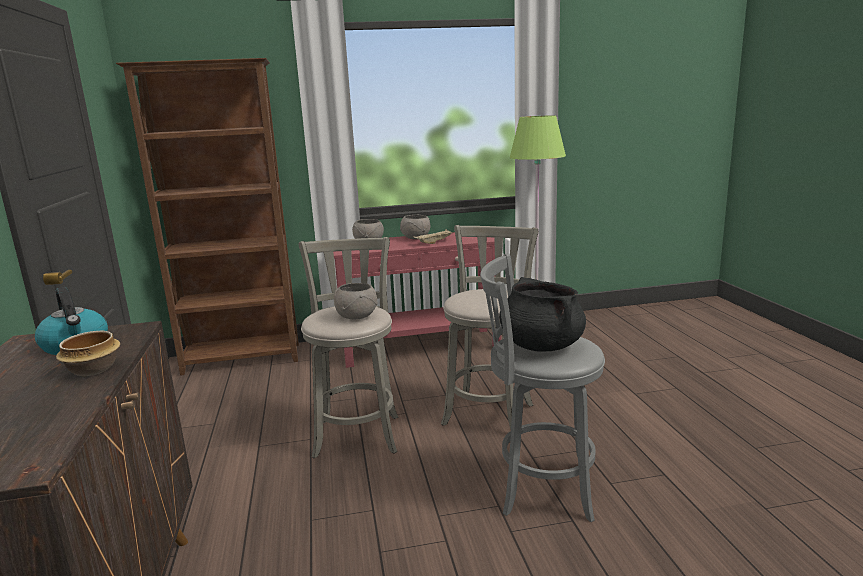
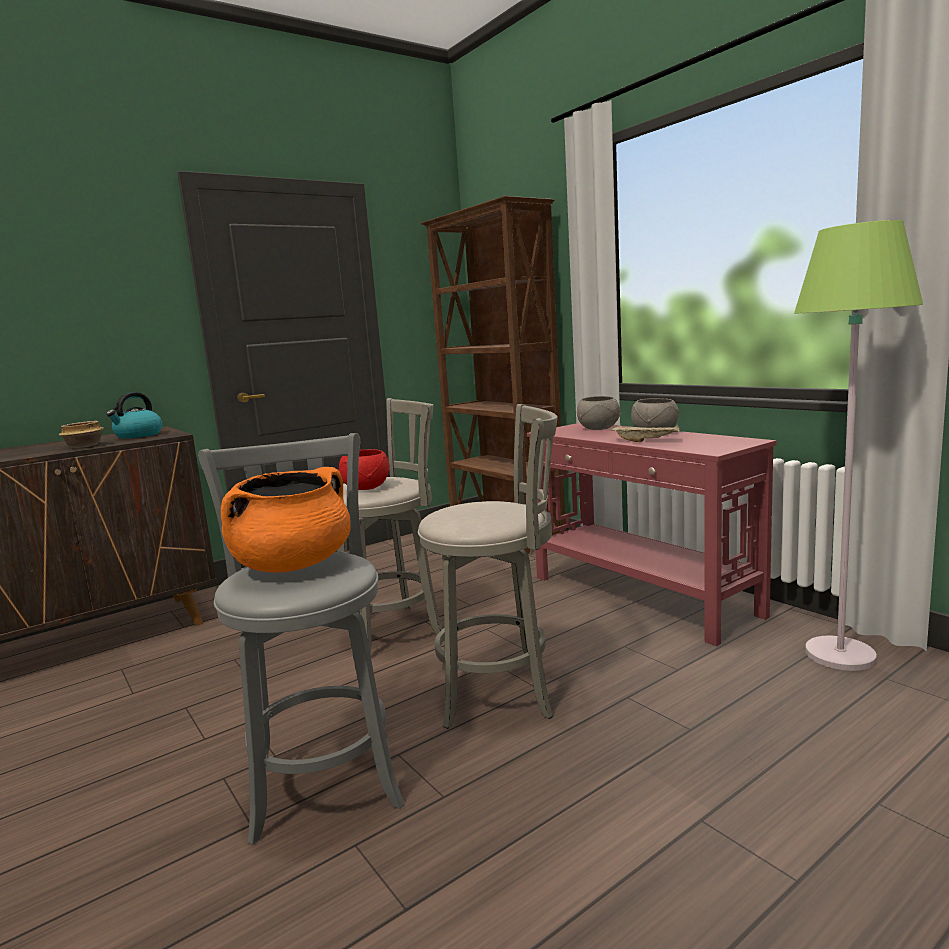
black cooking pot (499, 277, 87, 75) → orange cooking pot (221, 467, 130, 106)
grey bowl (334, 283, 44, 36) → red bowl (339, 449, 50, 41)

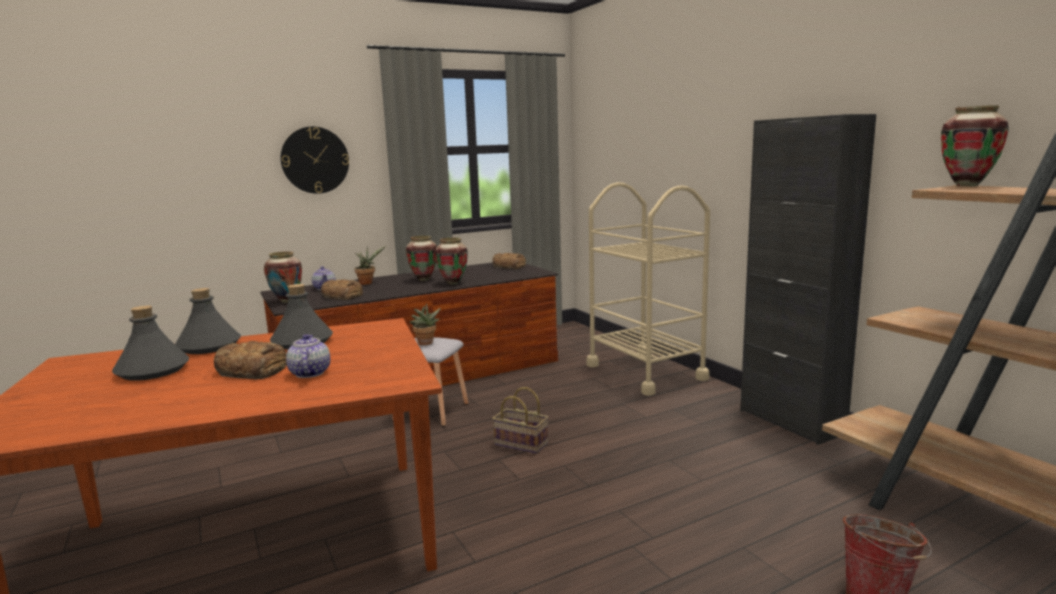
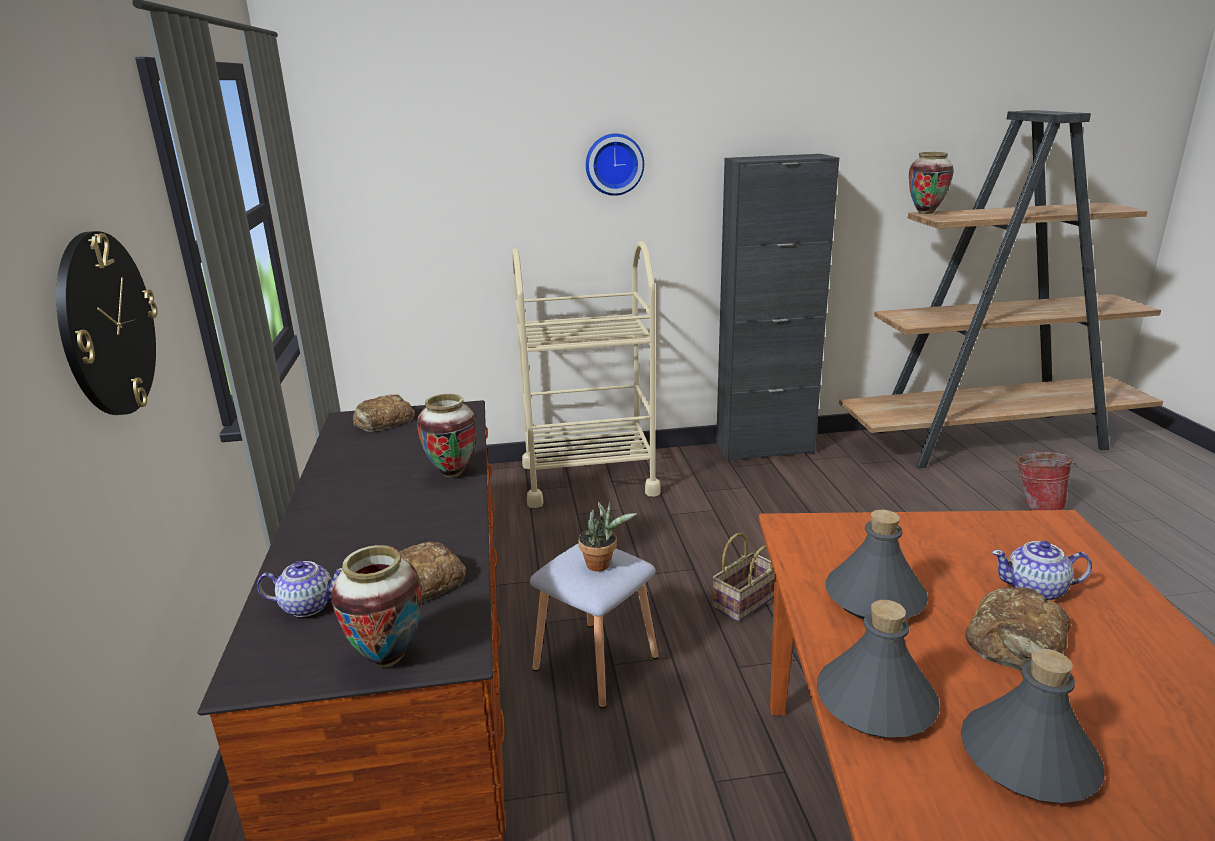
vase (406, 236, 31, 45) → -
potted plant (355, 246, 31, 39) → -
- → wall clock (586, 134, 58, 62)

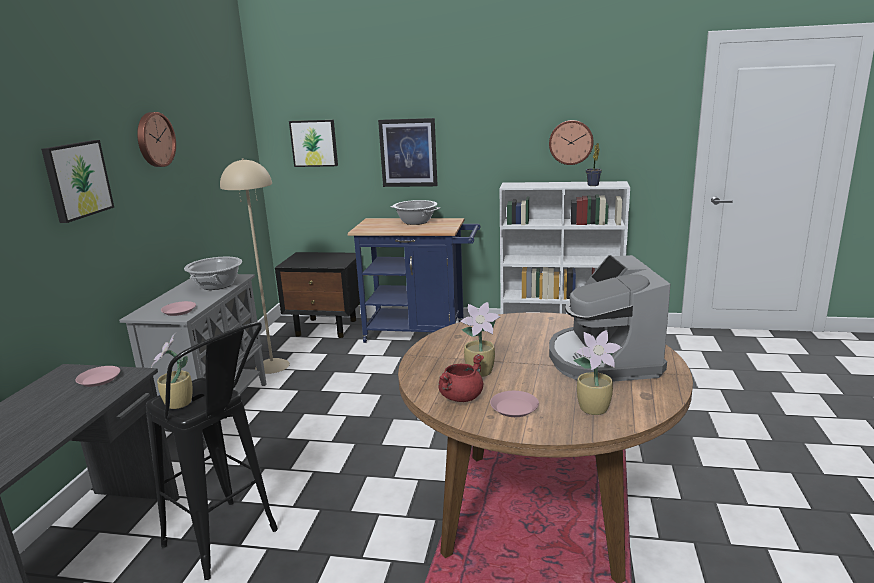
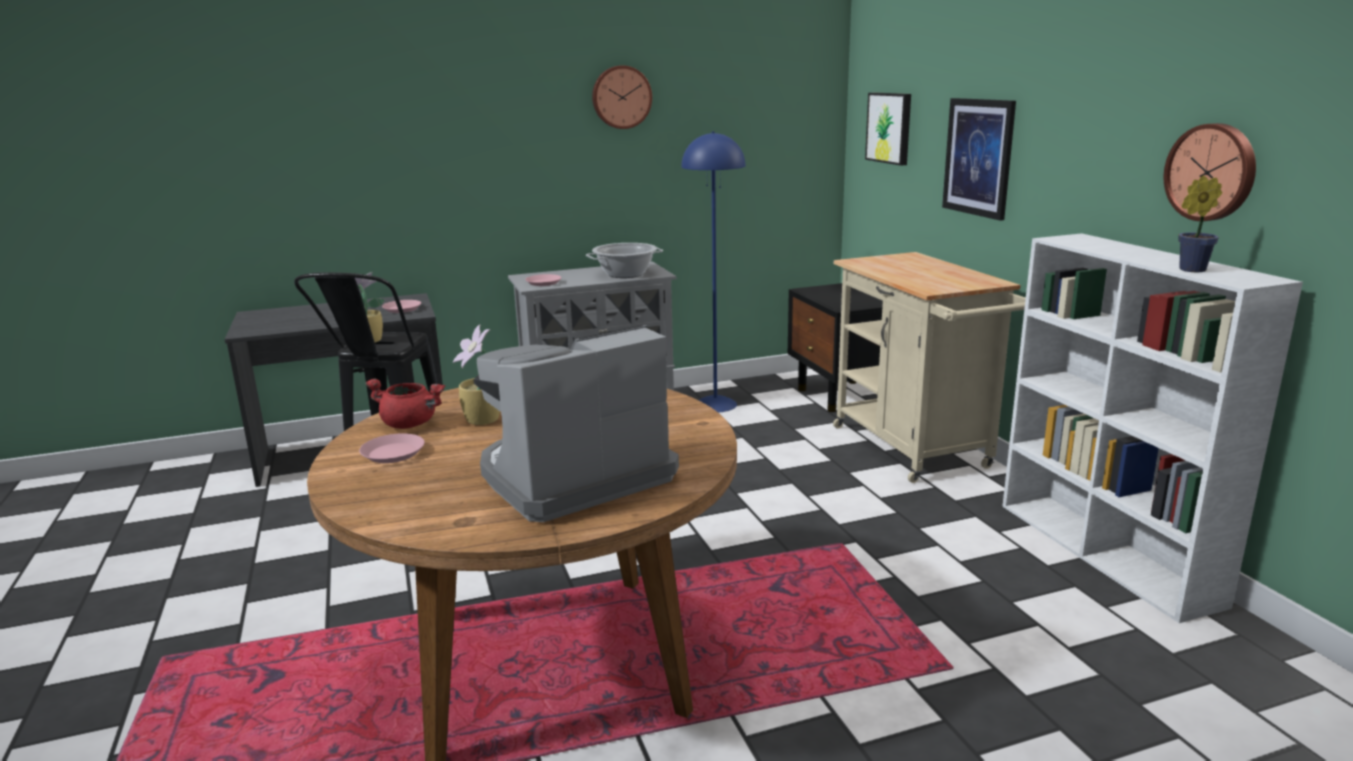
picture (41, 140, 73, 83) → -
beige floor lamp (220, 158, 70, 216) → blue floor lamp (681, 131, 65, 281)
cooking pot (391, 200, 49, 25) → -
blue cart (347, 218, 133, 125) → beige cart (833, 252, 193, 231)
potted plant (573, 330, 49, 85) → -

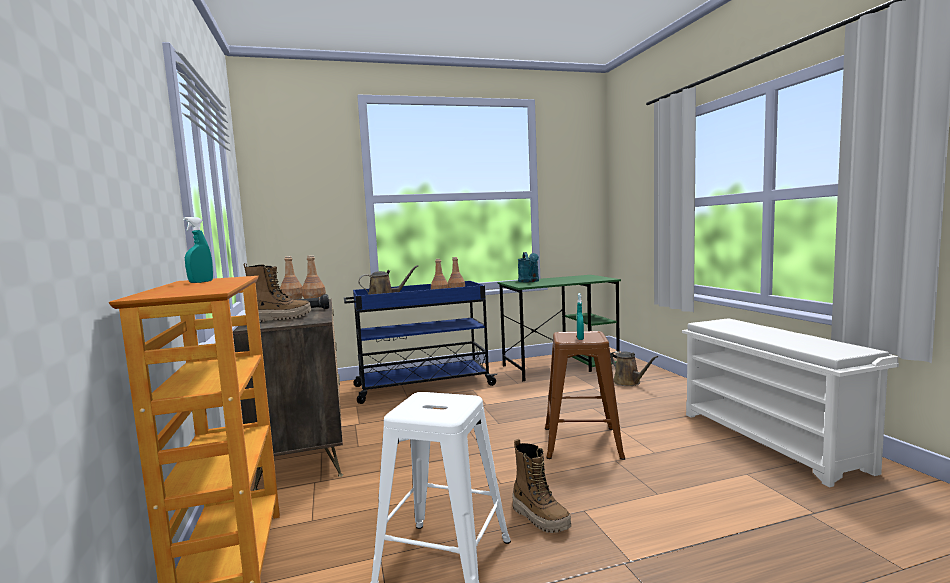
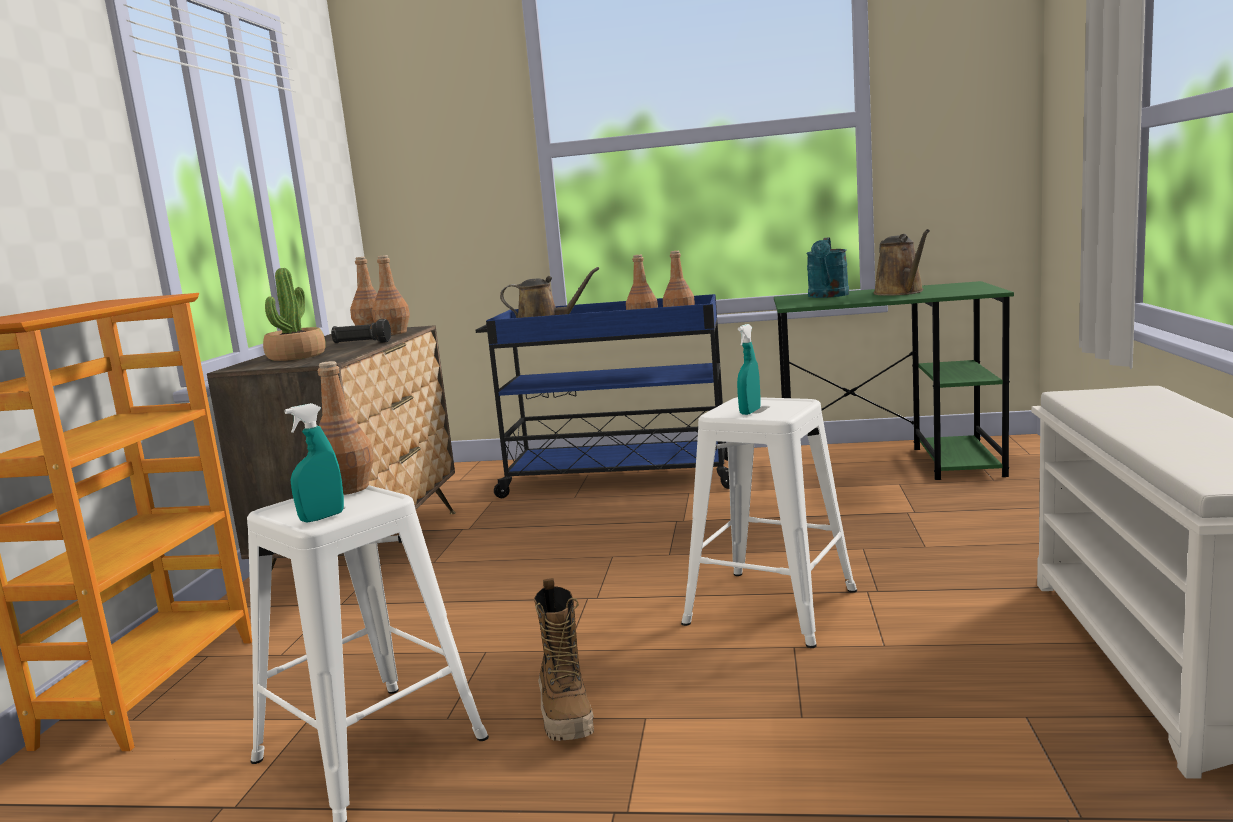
turquoise spray bottle (183, 217, 30, 66) → turquoise spray bottle (284, 403, 60, 120), move
boot (243, 263, 68, 59) → potted plant (263, 268, 63, 93)
brown stool (545, 331, 80, 129) → white stool (681, 397, 176, 251)
brown watering can (610, 351, 48, 35) → brown watering can (873, 229, 57, 67), move
- → brown bottle (317, 361, 57, 134)

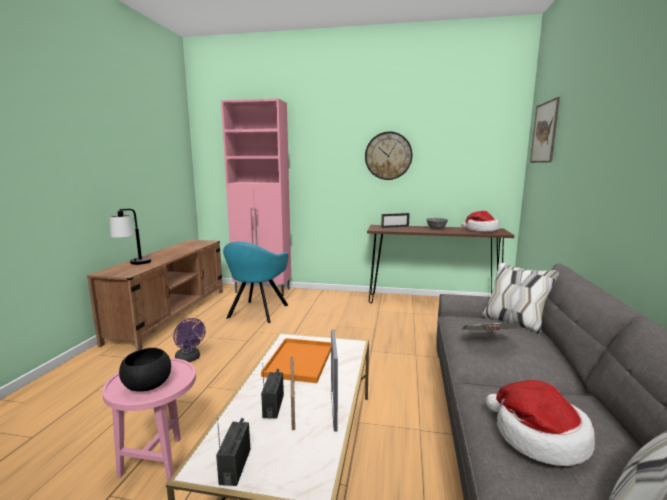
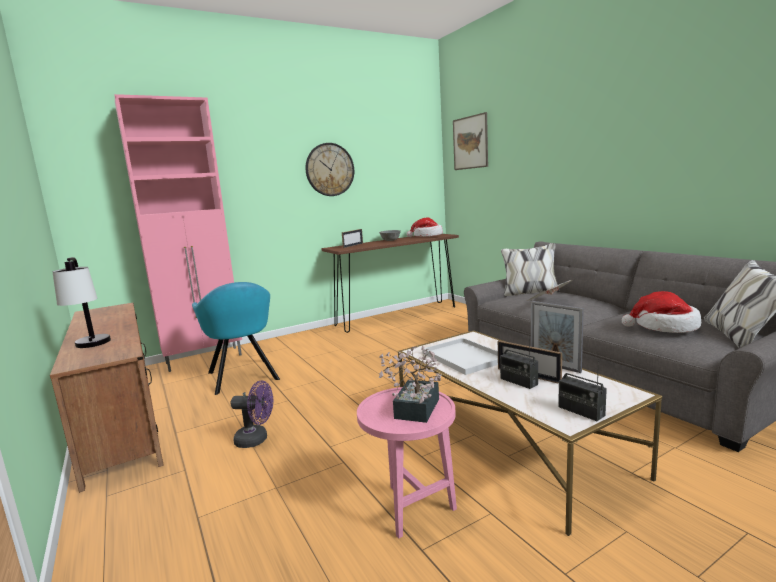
orange tray (261, 338, 70, 45) → white tray (422, 338, 76, 37)
black bowl (119, 348, 52, 44) → potted plant (379, 346, 63, 77)

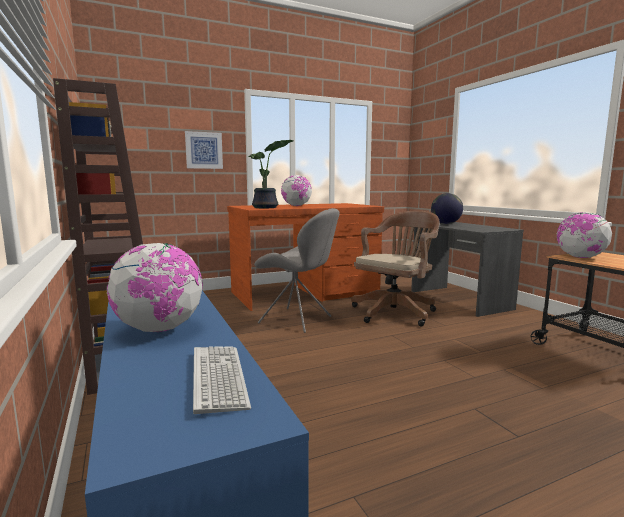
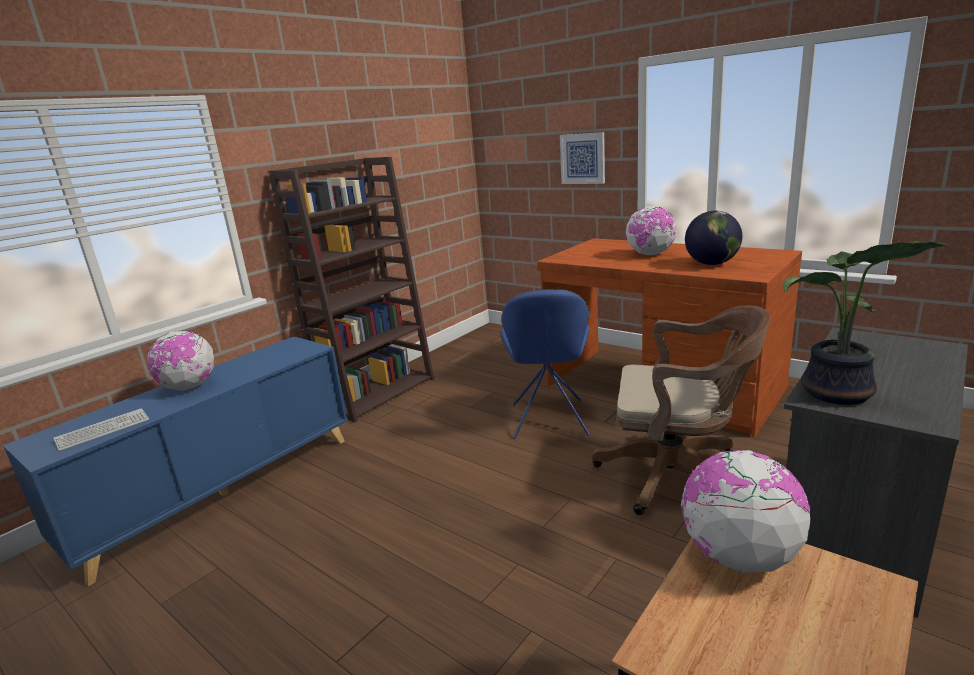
potted plant (248, 140, 45, 68) → potted plant (782, 241, 166, 164), move
globe (431, 193, 32, 31) → globe (685, 211, 57, 54), move
grey chair (254, 208, 86, 125) → blue chair (500, 289, 90, 150)

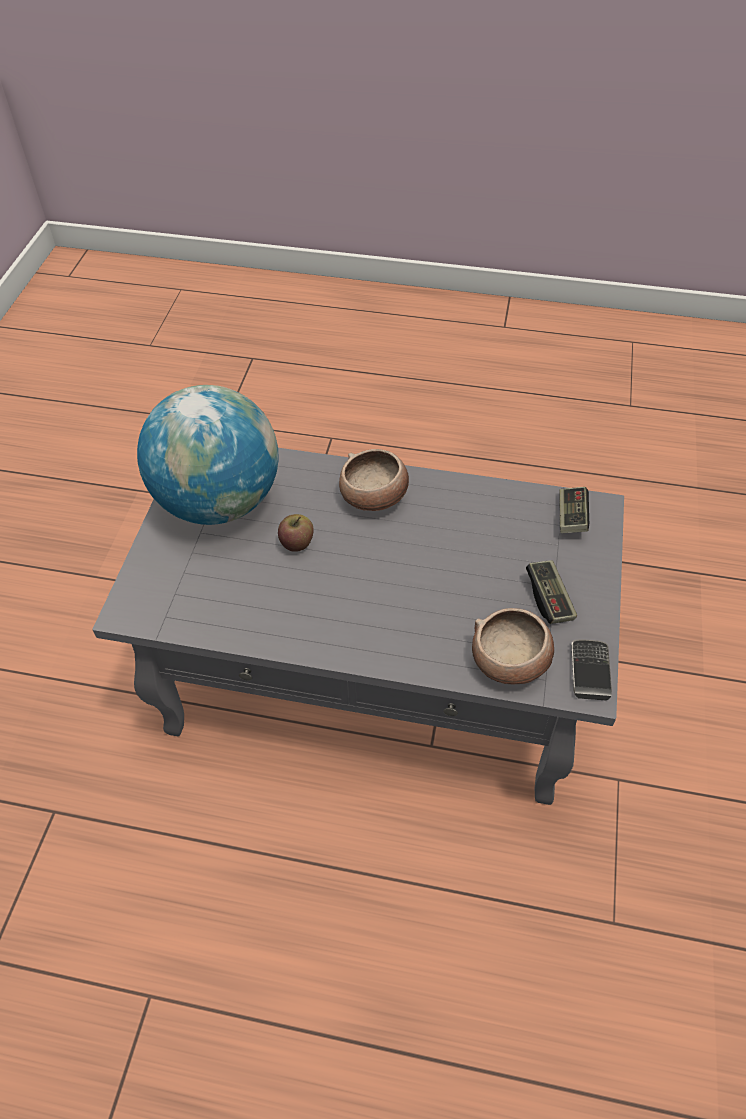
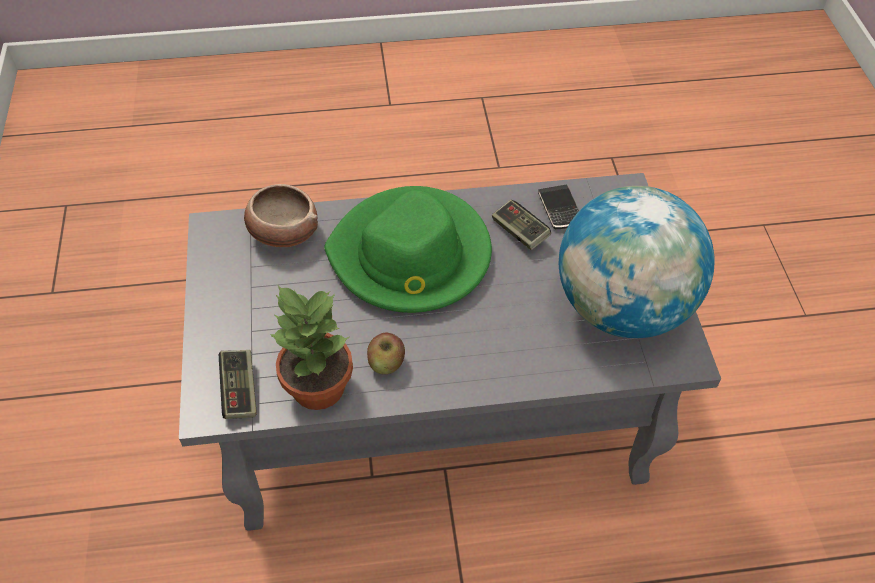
bowl (339, 449, 70, 62) → -
apple (278, 514, 36, 38) → apple (367, 333, 38, 41), move
game controller (526, 560, 51, 64) → game controller (492, 200, 59, 50), move
phone (571, 639, 41, 61) → phone (538, 185, 41, 44), move
- → green hat (324, 186, 168, 127)
- → potted plant (269, 286, 84, 124)

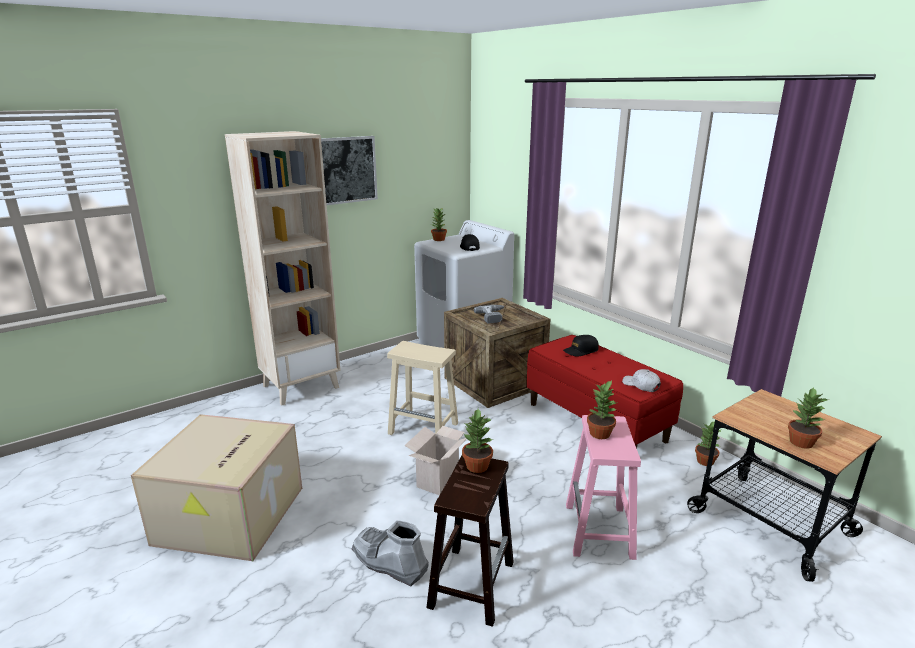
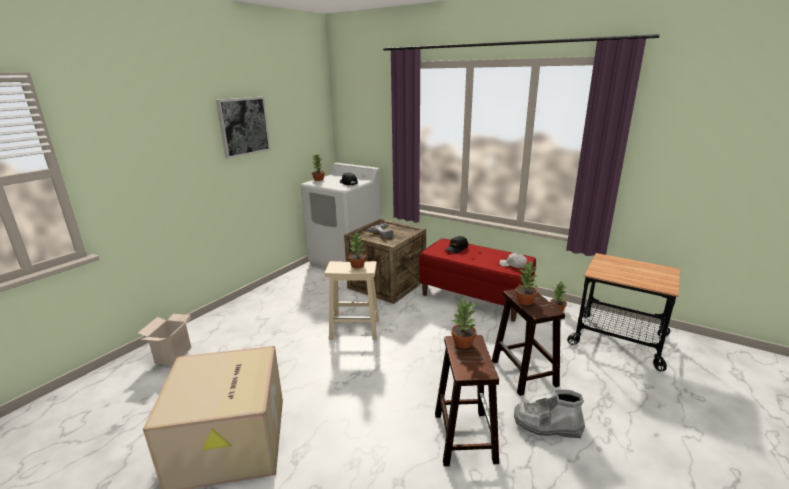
beige bookcase (225, 131, 115, 275) → -
potted plant (788, 387, 42, 62) → potted plant (348, 232, 18, 36), move
pink stool (566, 415, 75, 145) → brown stool (492, 289, 73, 107)
cardboard box (404, 426, 63, 69) → cardboard box (138, 314, 54, 51), move
grey boot (351, 520, 78, 66) → grey boot (514, 389, 71, 49), move

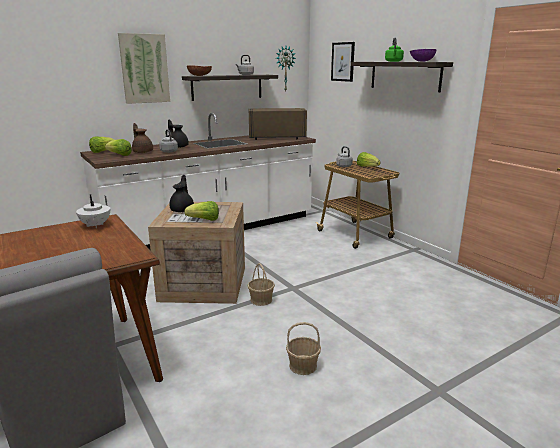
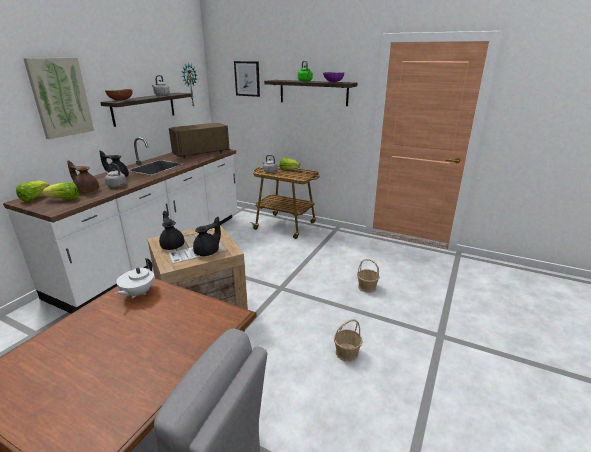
white teapot (76, 195, 34, 33) → white teapot (115, 258, 39, 41), 75 degrees clockwise
lettuce (185, 201, 34, 20) → black teapot (193, 217, 28, 39)
basket (247, 263, 28, 43) → basket (357, 259, 23, 34), move

